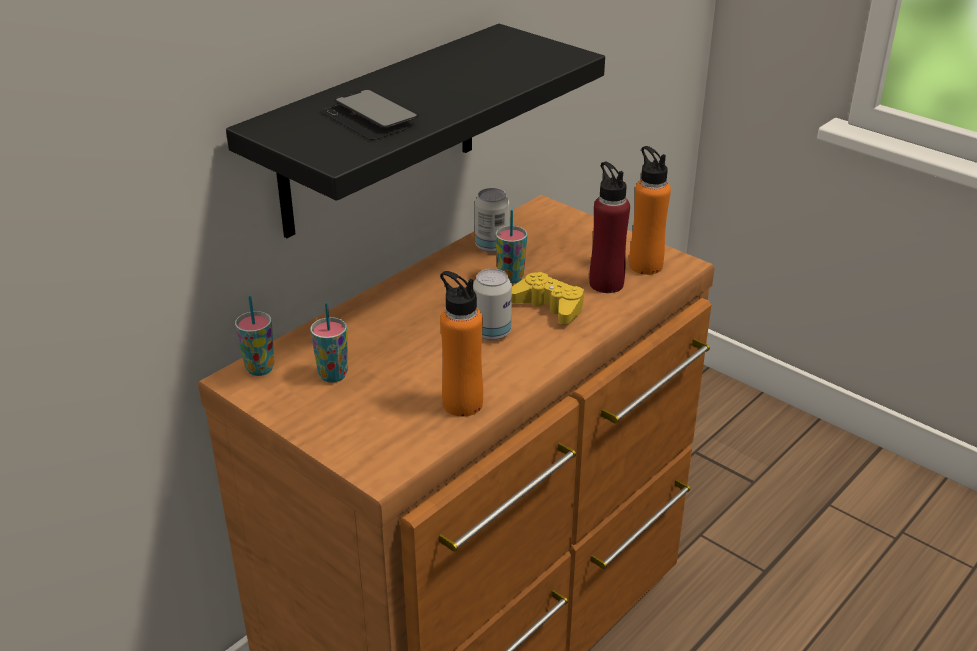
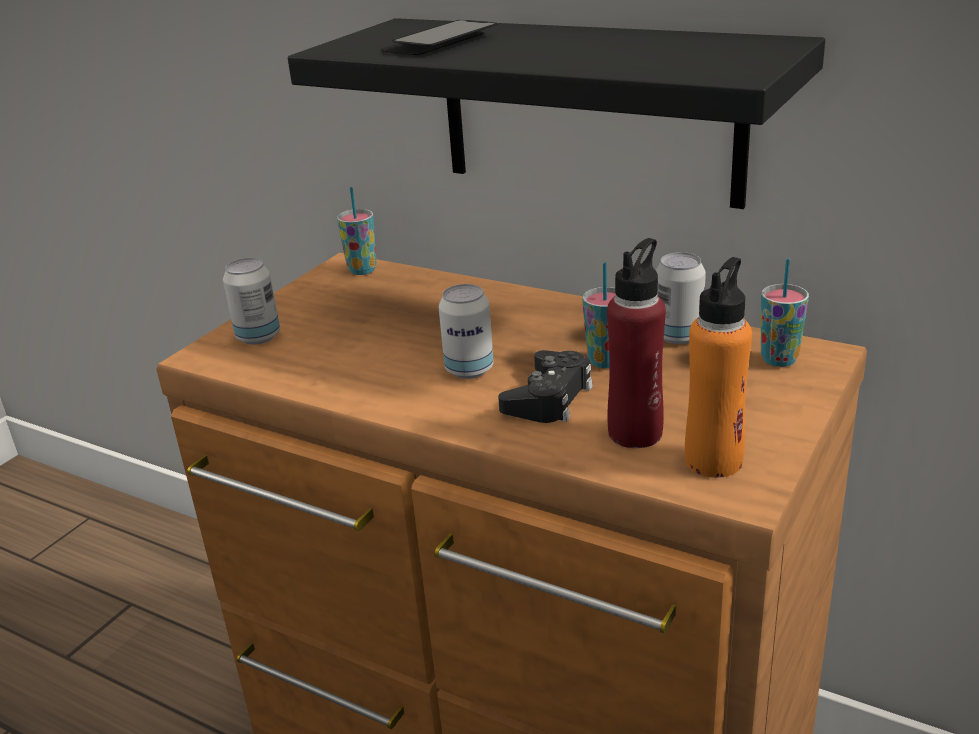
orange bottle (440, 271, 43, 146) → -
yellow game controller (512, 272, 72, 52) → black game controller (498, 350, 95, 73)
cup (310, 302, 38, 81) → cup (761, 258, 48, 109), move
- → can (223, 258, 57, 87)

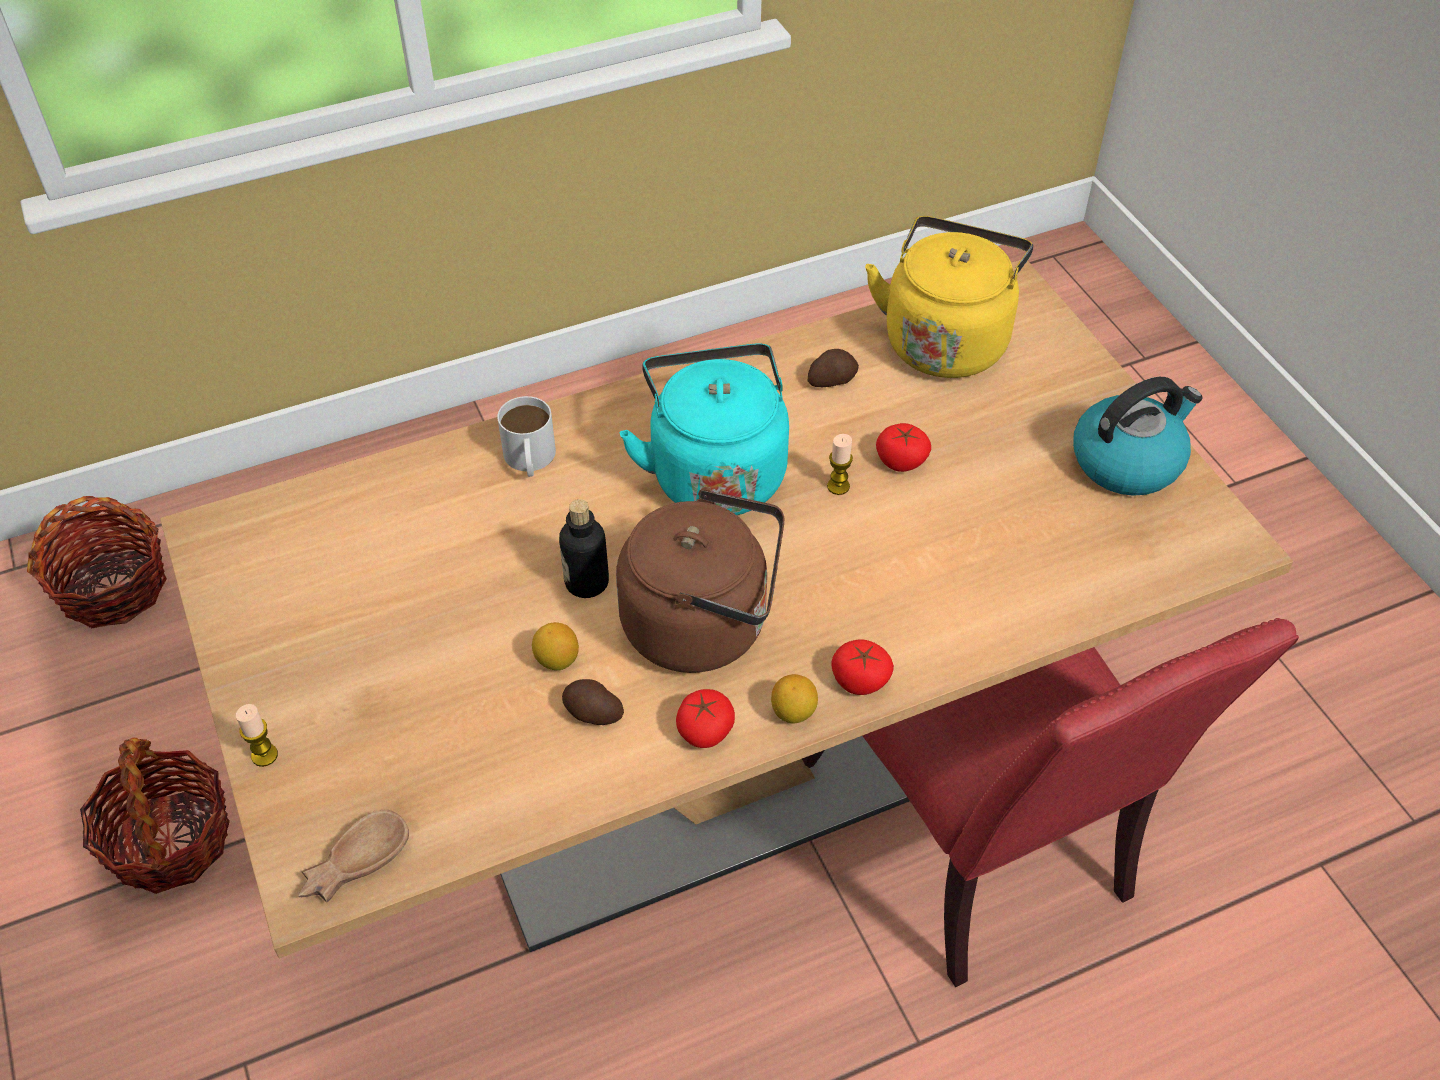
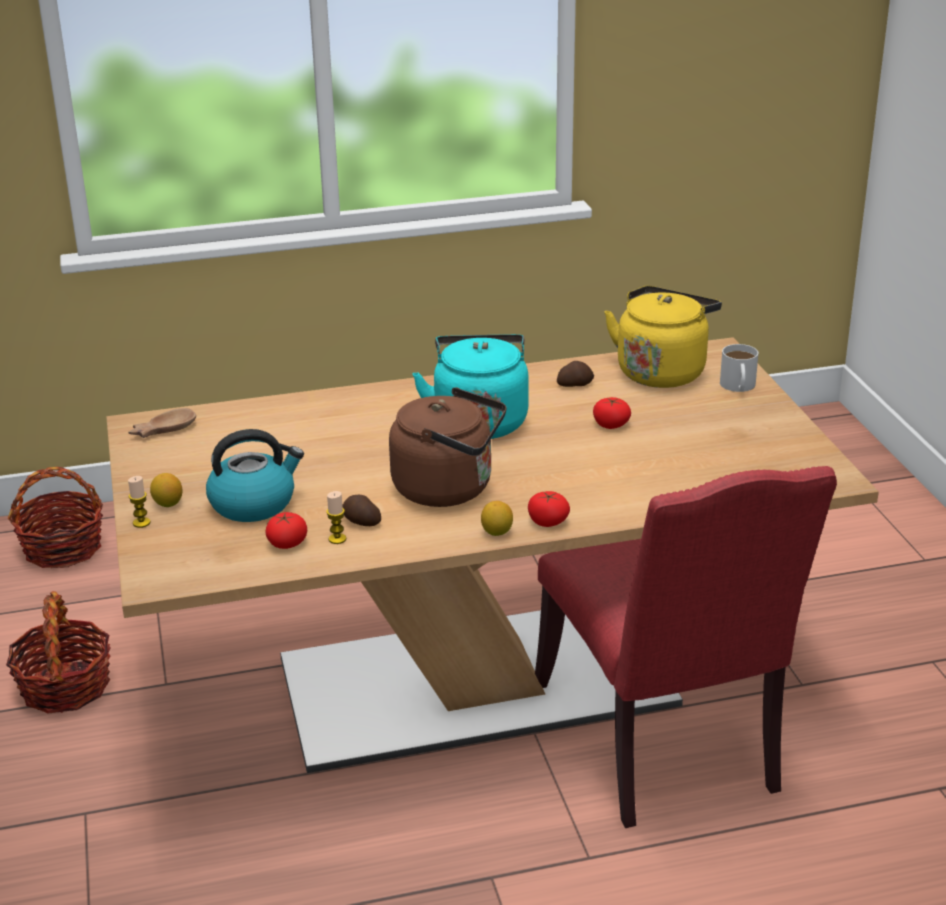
kettle (1073, 377, 129, 119) → kettle (206, 429, 98, 93), move
white mug (497, 396, 59, 81) → white mug (720, 344, 38, 48), move
candle (827, 434, 26, 61) → candle (326, 491, 20, 53), move
bottle (559, 499, 50, 99) → -
lemon (532, 622, 47, 48) → lemon (150, 473, 32, 34), move
tomato (676, 689, 59, 59) → tomato (265, 512, 42, 37), move
brown bowl (298, 809, 111, 93) → brown bowl (128, 408, 68, 30), move

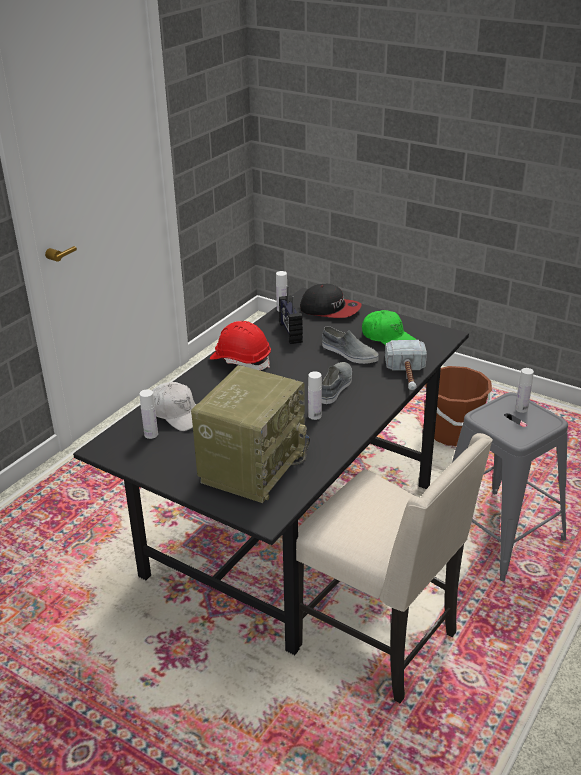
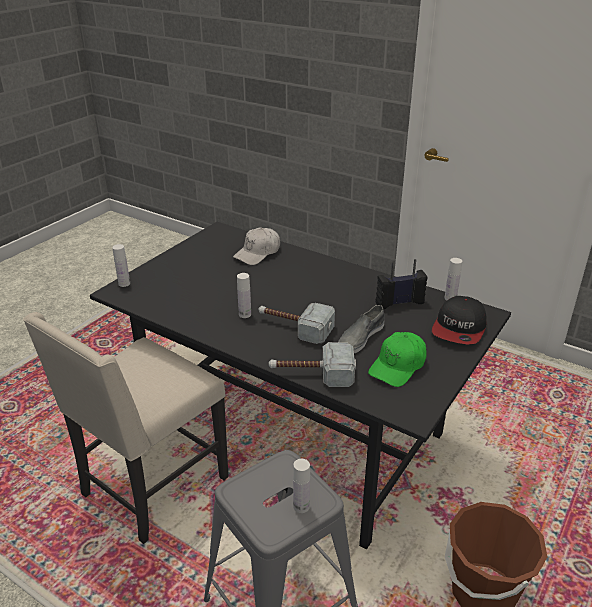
red hard hat (210, 321, 61, 49) → -
grey shoe (322, 362, 30, 42) → hammer (258, 303, 77, 41)
radio (191, 365, 119, 138) → -
white bottle (139, 389, 19, 50) → white bottle (112, 244, 18, 43), move

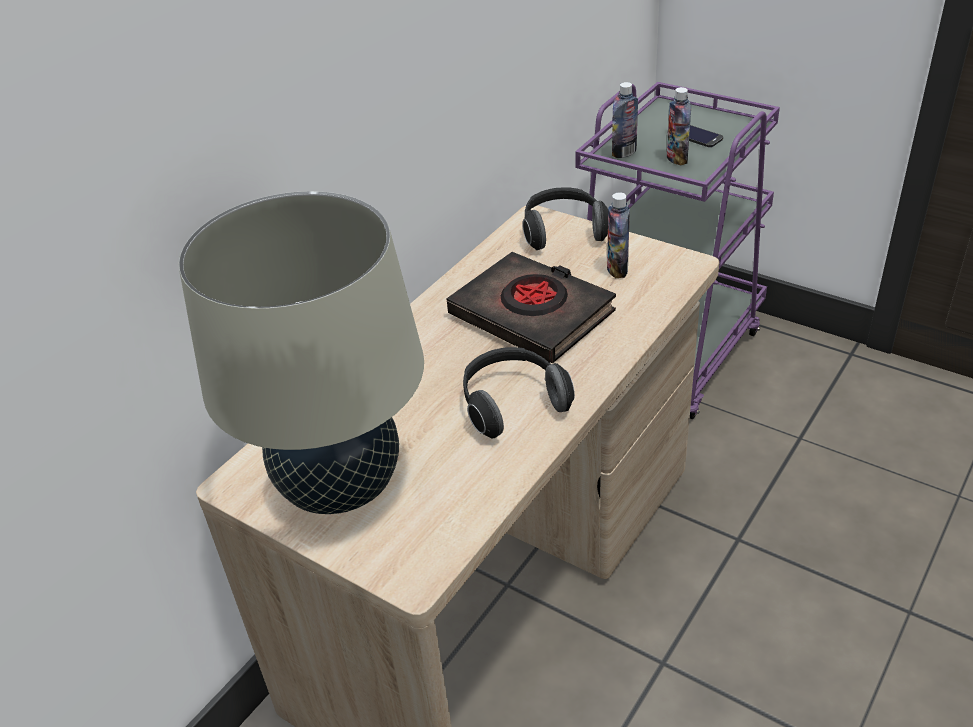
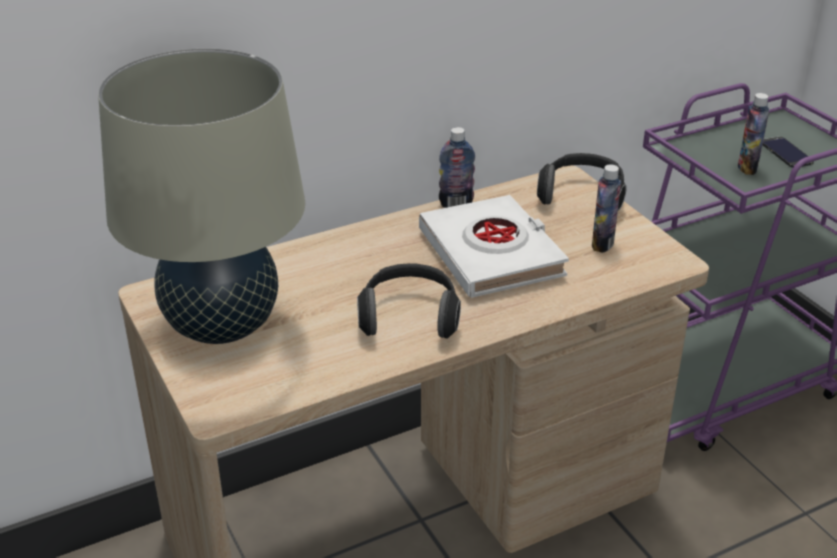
bottle (612, 82, 26, 76) → bottle (439, 127, 36, 81), move
black book (447, 252, 169, 111) → white book (419, 195, 150, 103)

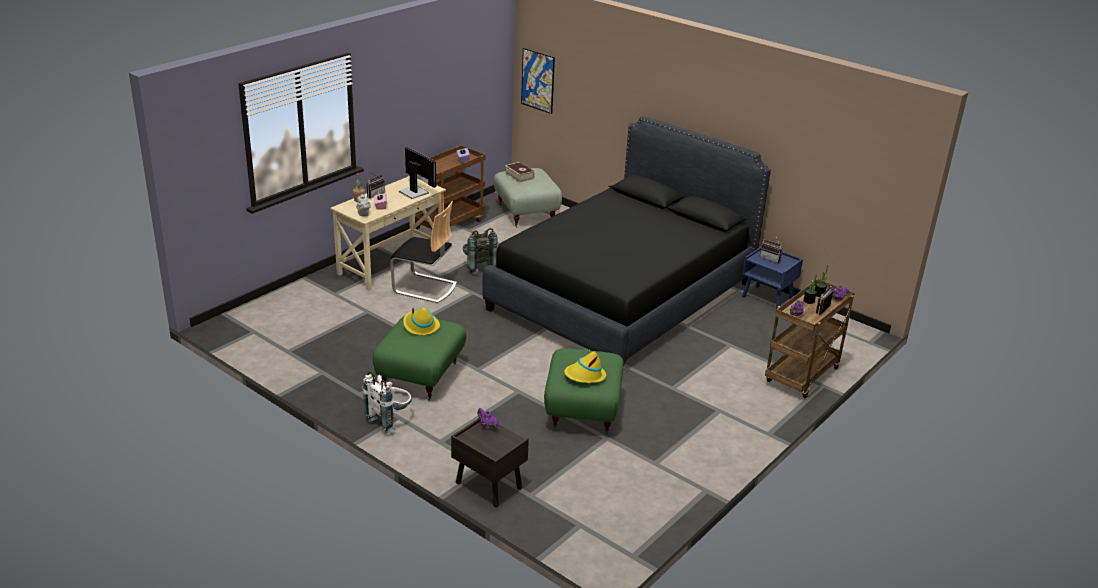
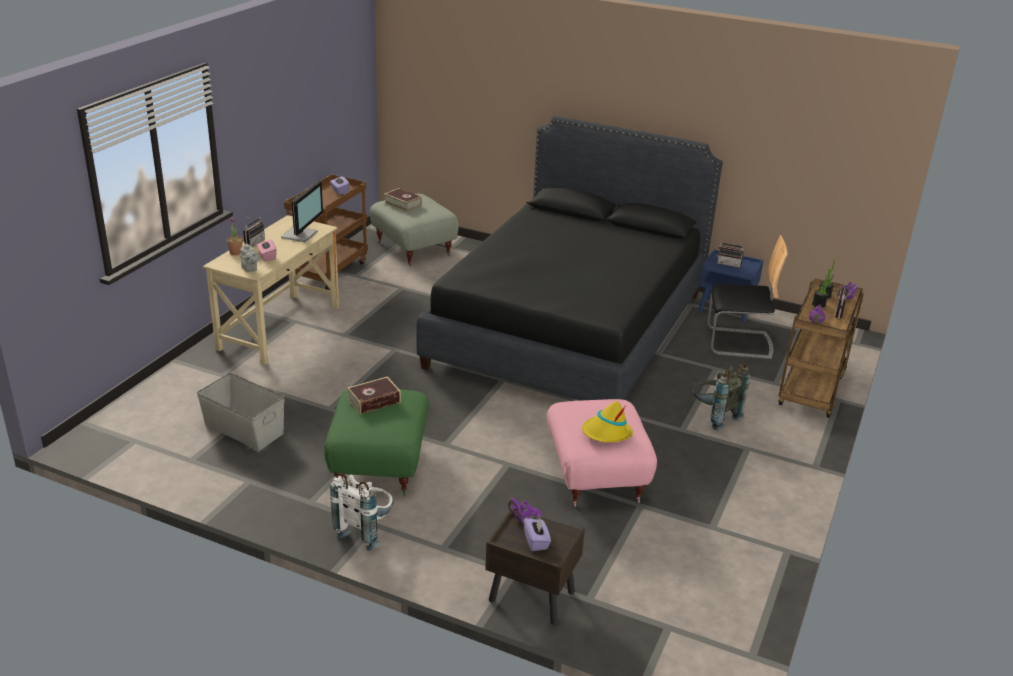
picture (521, 48, 34, 66) → -
monitor (399, 147, 37, 52) → monitor (281, 181, 42, 61), 75 degrees clockwise
chair (390, 201, 67, 102) → chair (708, 235, 79, 124), move
grey backpack (463, 228, 35, 47) → grey backpack (693, 363, 57, 68), move
yellow hat (403, 308, 37, 27) → book (347, 377, 54, 37)
green ottoman (544, 348, 80, 88) → pink ottoman (547, 399, 110, 108)
- → grey storage box (197, 373, 88, 77)
- → purple tissue box (523, 518, 28, 33)

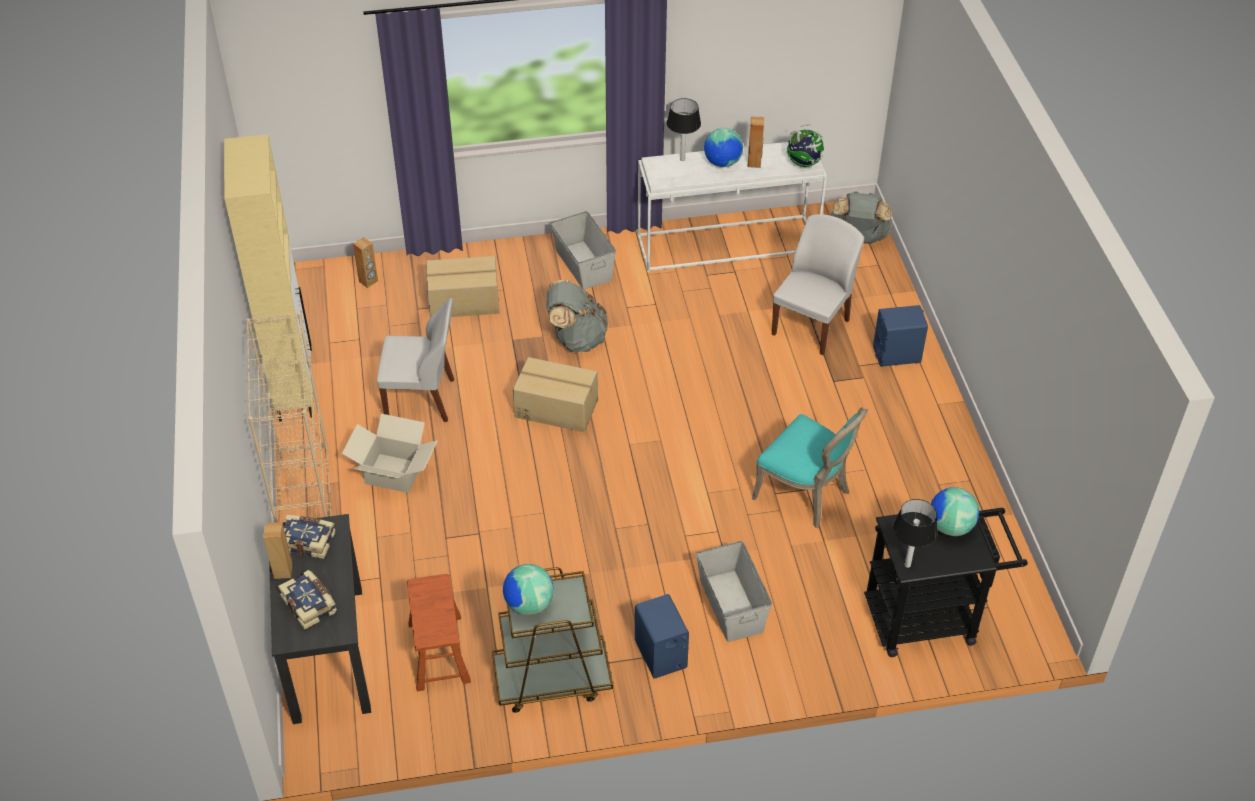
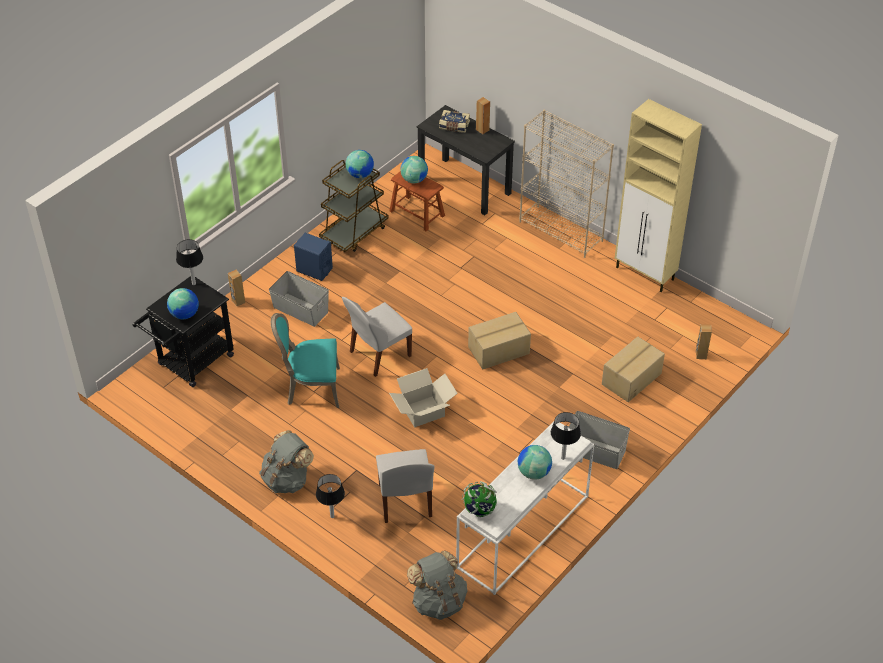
brown speaker (748, 117, 16, 51) → brown speaker (228, 270, 17, 36), move
grey backpack (546, 280, 62, 72) → grey backpack (259, 430, 55, 64), move
white chair (377, 298, 77, 124) → white chair (342, 297, 70, 80), move
blue speaker (873, 305, 55, 62) → table lamp (316, 474, 29, 44)
cardboard box (342, 414, 95, 79) → cardboard box (389, 368, 69, 60), move
book (284, 515, 51, 44) → -
- → globe (400, 156, 28, 27)

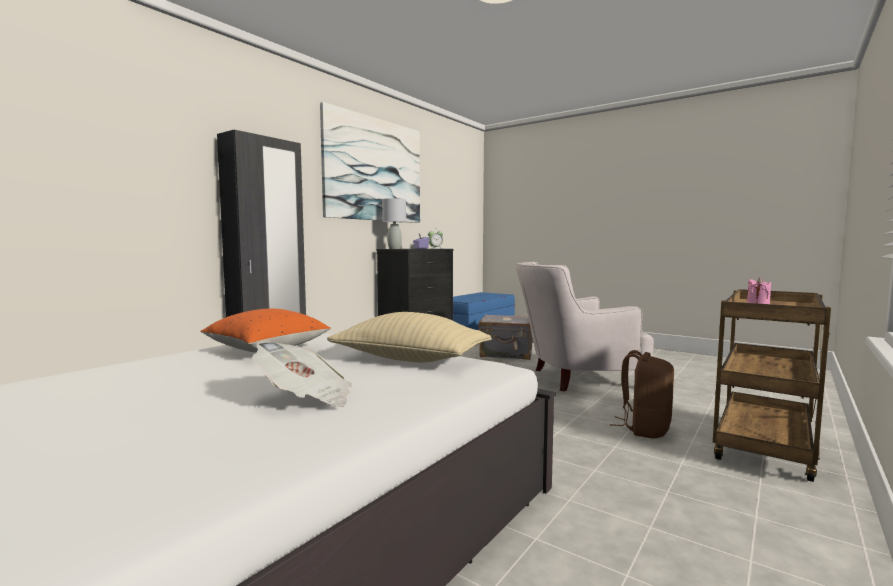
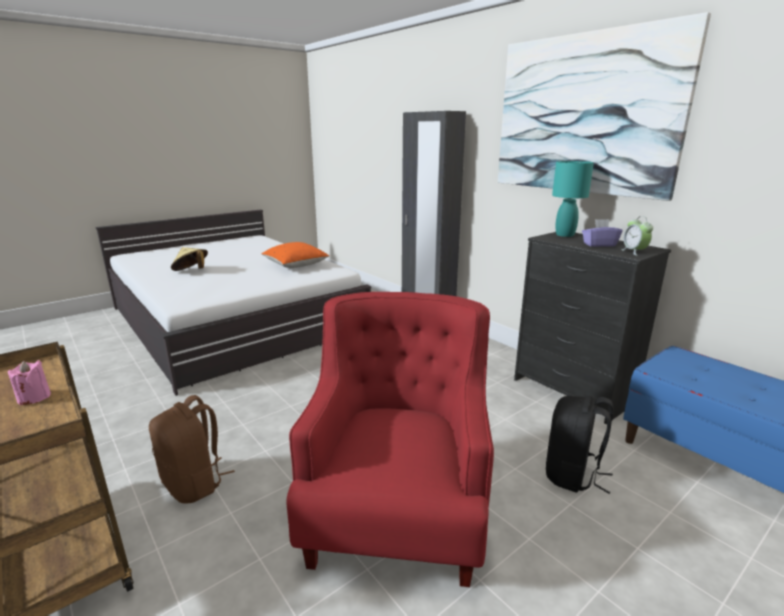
grey table lamp (382, 198, 24, 51) → turquoise table lamp (552, 161, 42, 76)
white armchair (516, 262, 138, 129) → red armchair (286, 292, 208, 295)
beige pillow (327, 312, 165, 50) → -
grey suitcase (478, 315, 54, 45) → black backpack (546, 395, 67, 99)
newspaper (252, 341, 100, 66) → beige hat (171, 247, 37, 24)

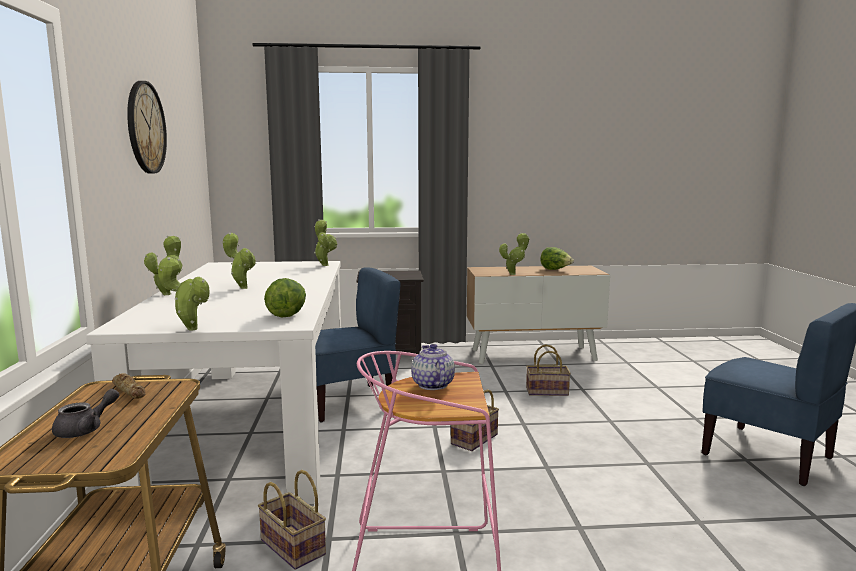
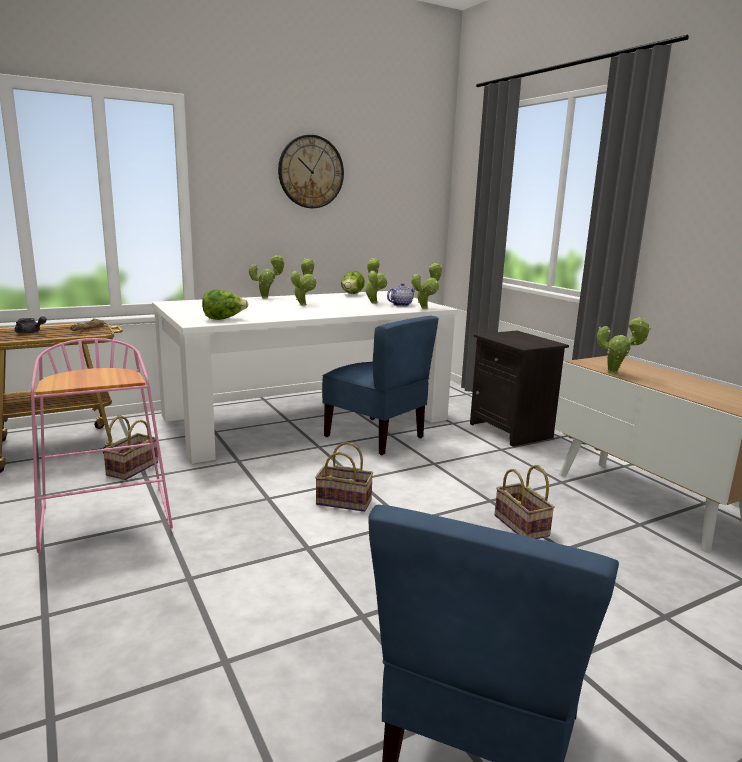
lettuce (540, 247, 34, 23) → lettuce (341, 271, 24, 23), move
potted plant (157, 257, 53, 74) → potted plant (364, 258, 23, 46), move
teapot (411, 344, 44, 46) → teapot (387, 283, 28, 23), move

